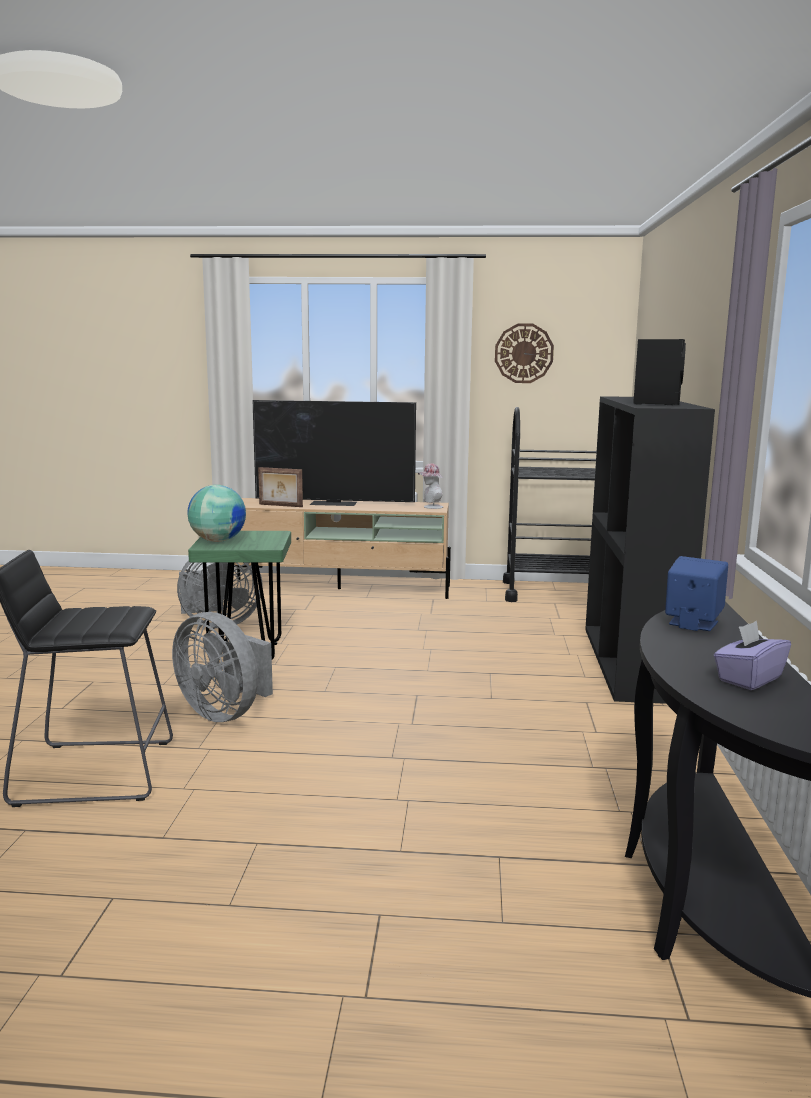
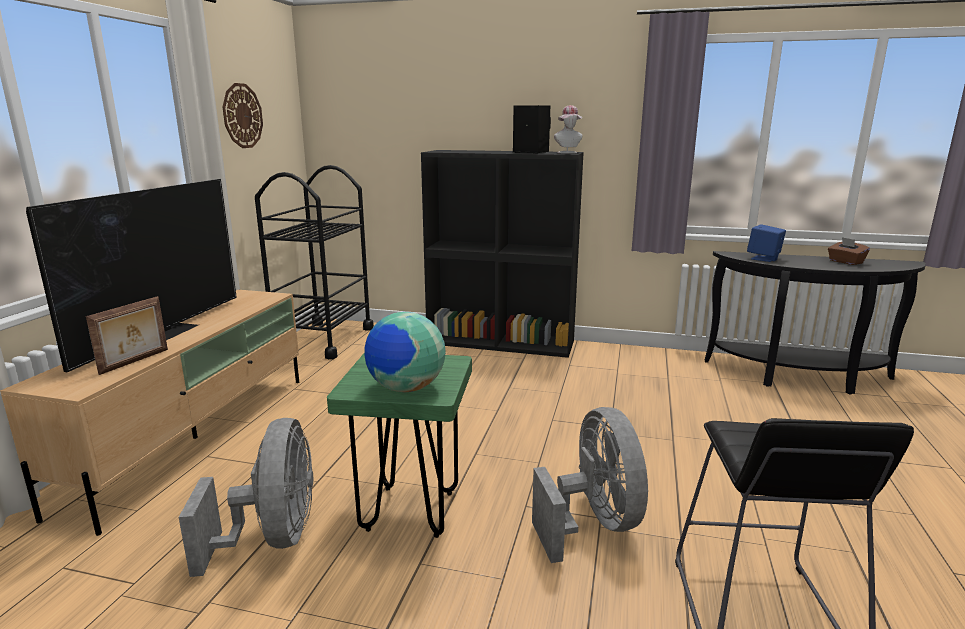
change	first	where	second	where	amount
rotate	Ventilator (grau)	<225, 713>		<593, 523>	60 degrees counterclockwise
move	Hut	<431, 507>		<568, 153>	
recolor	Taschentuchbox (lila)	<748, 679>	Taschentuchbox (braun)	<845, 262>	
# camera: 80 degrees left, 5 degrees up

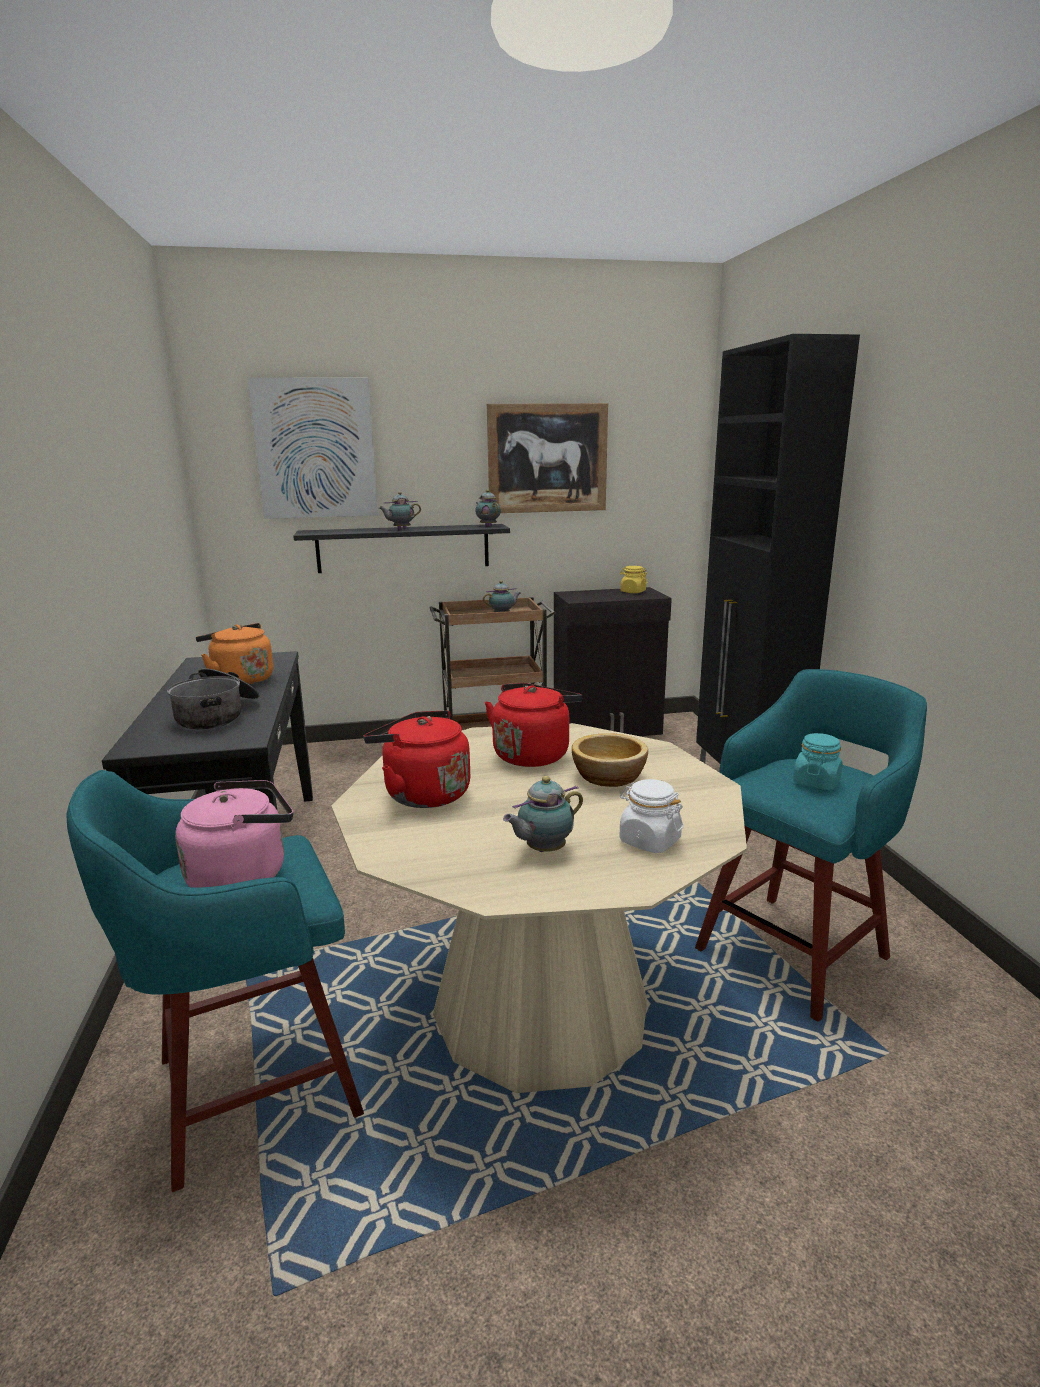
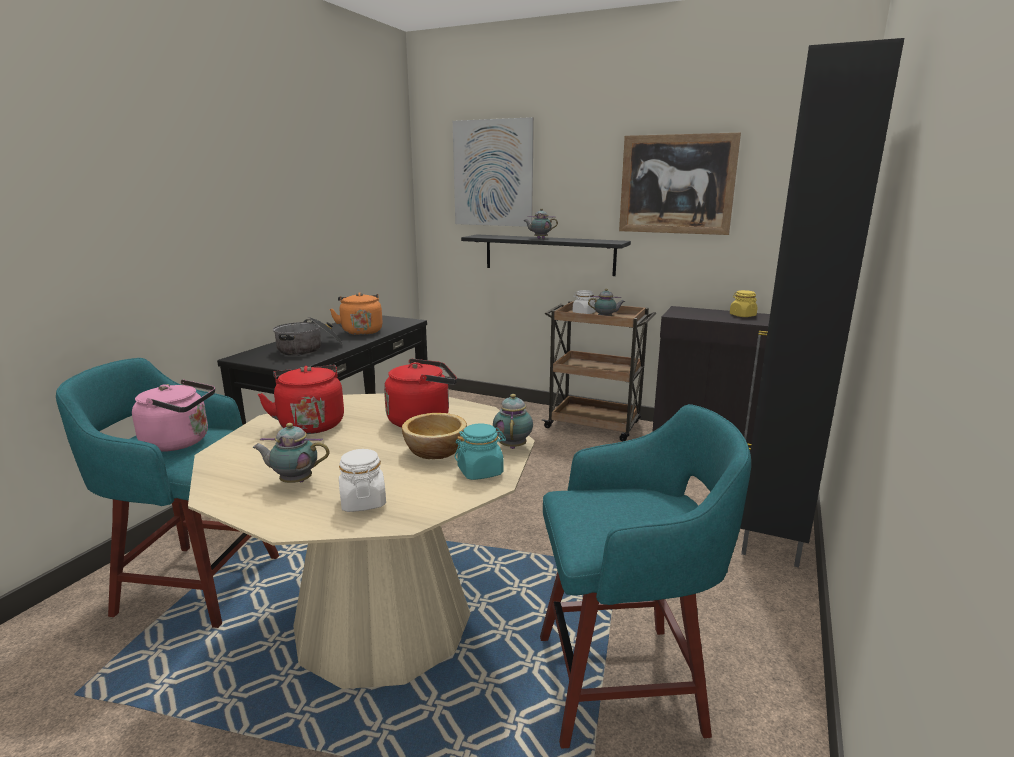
change	first	where	second	where	amount
move	Teekanne	<488, 526>		<513, 446>	
move	Vorratsglas (türkis)	<816, 782>		<480, 471>	
insert			Vorratsglas (weiß)	<583, 313>	
# camera: 35 degrees right, 0 degrees up

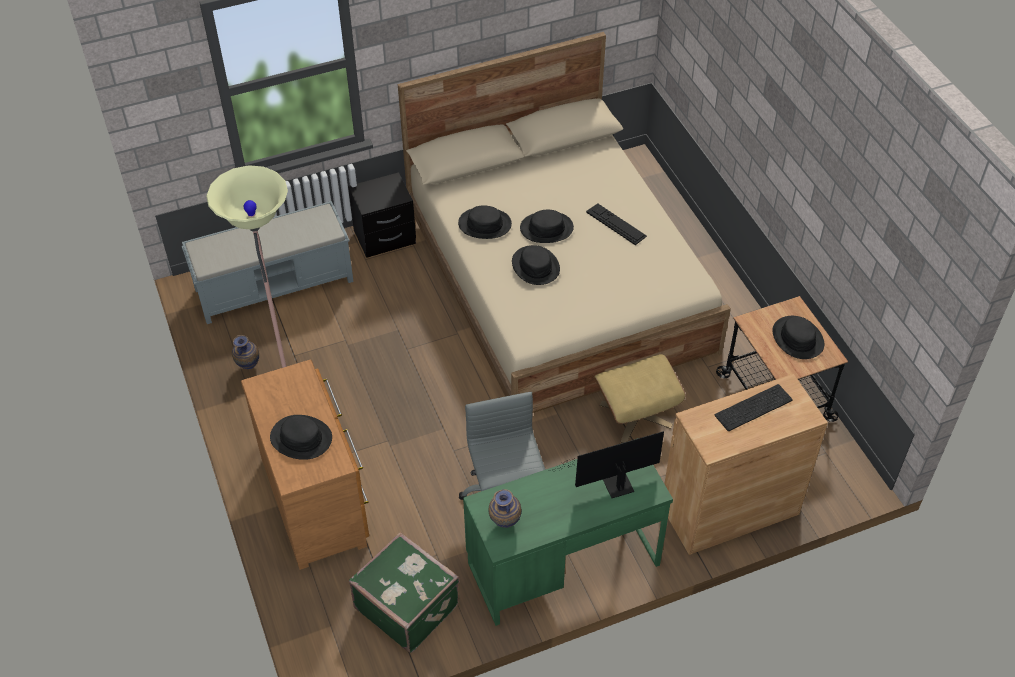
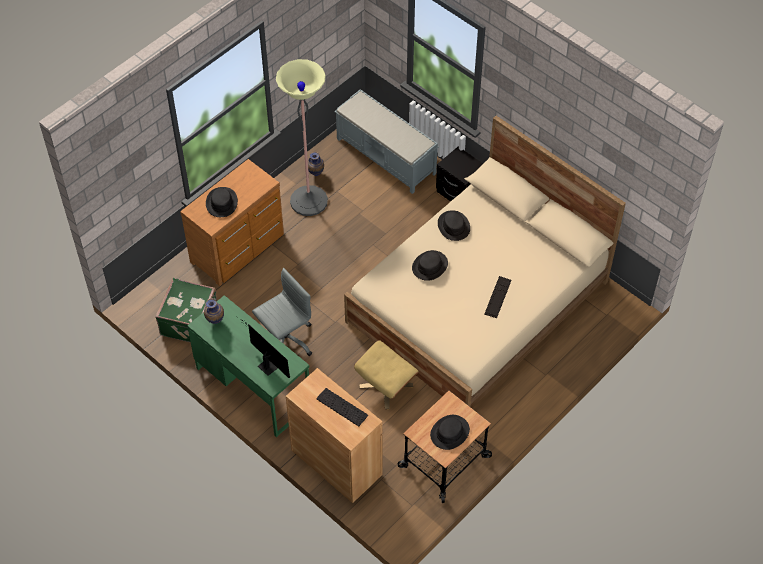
change	first	where	second	where	amount
delete	Hut (schwarz)	<546, 228>			
# camera: 65 degrees right, 5 degrees up

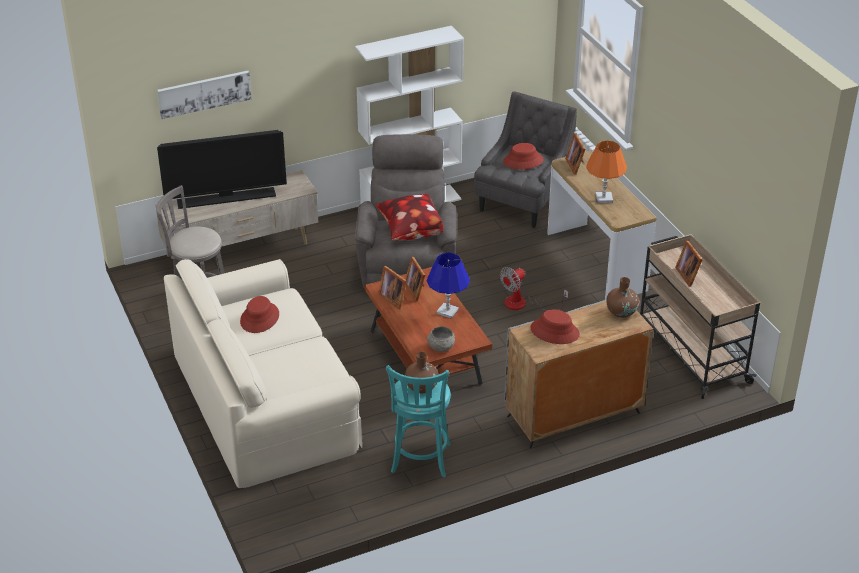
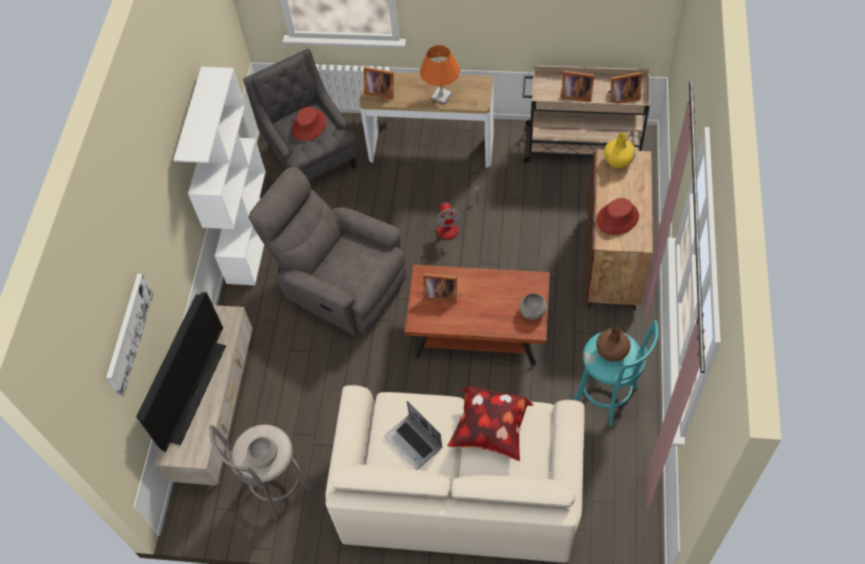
change	first	where	second	where	amount
replace	Hut (rot)	<260, 318>	Laptop	<414, 442>	
move	Kissen	<410, 232>		<491, 432>	
move	Bilderrahmen	<393, 298>		<622, 97>	
delete	Tischlampe (blau)	<447, 311>			
recolor	Schrank (grau)	<573, 415>	Schrank (braun)	<612, 260>	
recolor	Vase (braun)	<621, 312>	Vase (gelb)	<618, 161>	
insert			Schüssel (grau)	<265, 456>	
# camera: 55 degrees left, 20 degrees up

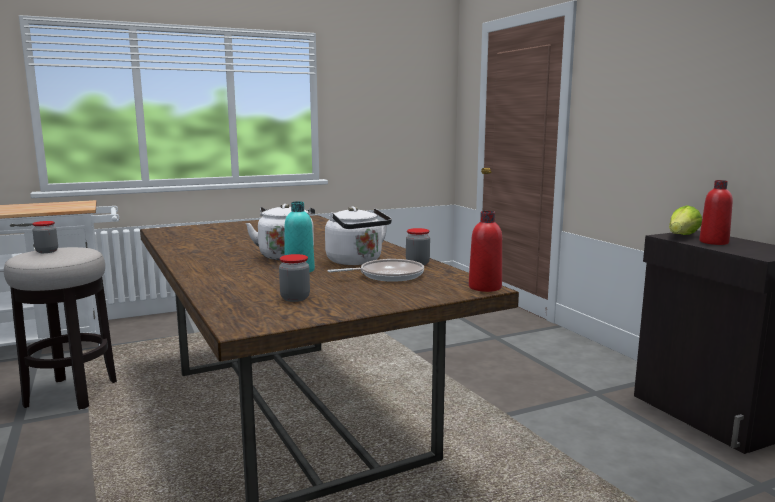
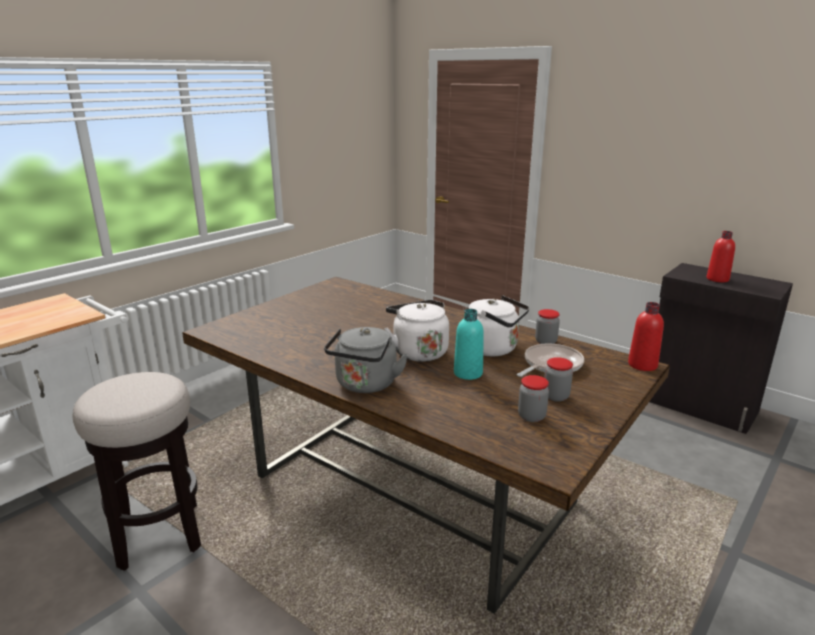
change	first	where	second	where	amount
move	Vorratsglas	<47, 251>		<556, 396>	
delete	Salatkopf	<682, 236>			
insert			Wasserkessel (grau)	<365, 385>	
# camera: 25 degrees left, 10 degrees up

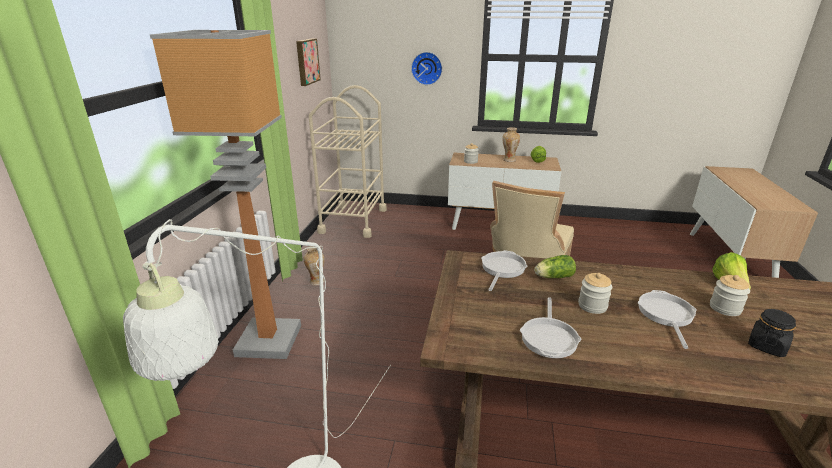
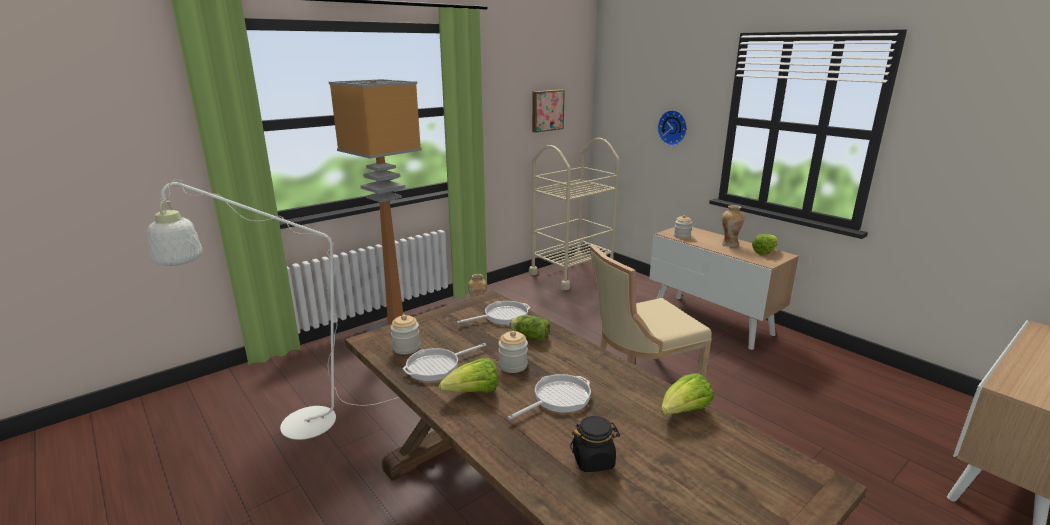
change	first	where	second	where	amount
move	Vorratsglas	<725, 308>		<406, 348>	
insert			Salatkopf	<473, 393>	
# camera: 40 degrees right, 5 degrees down

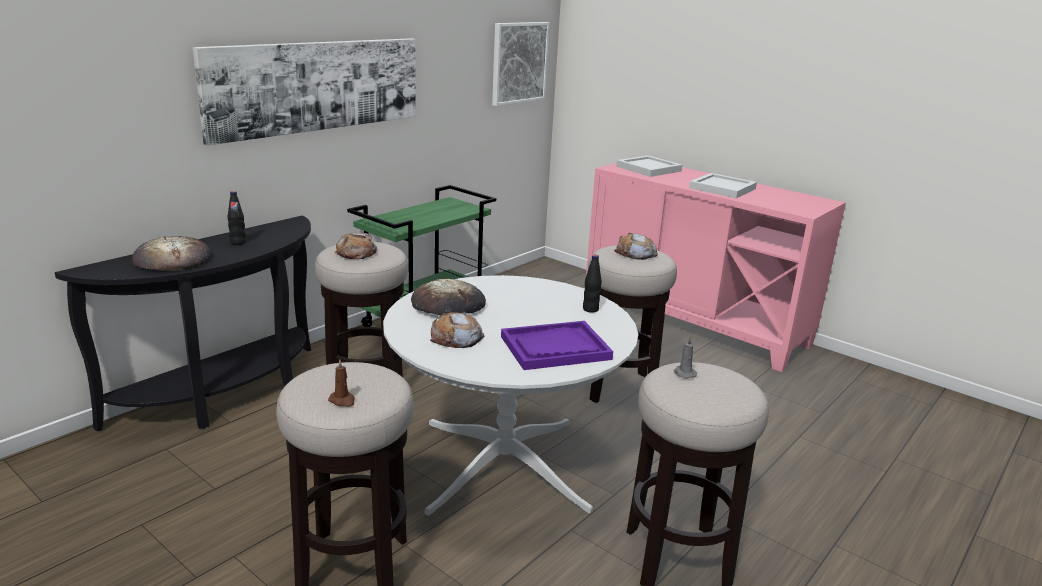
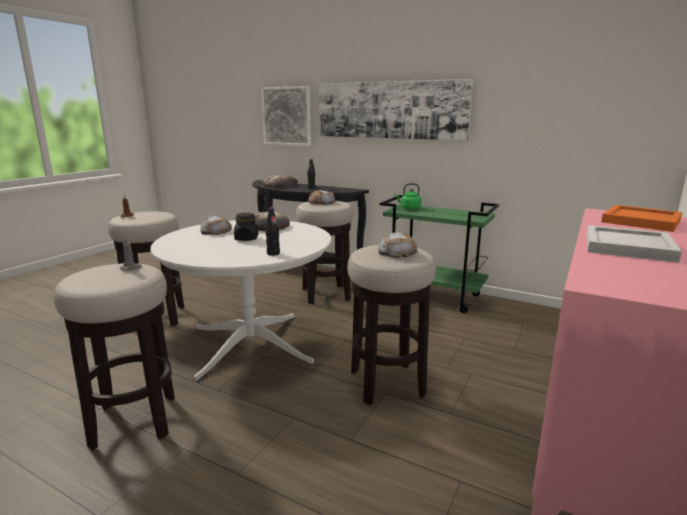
change	first	where	second	where	amount
move	Bild	<519, 63>		<287, 116>	
delete	Tablett (lila)	<555, 348>			
recolor	Tablett (weiß)	<648, 168>	Tablett (orange)	<642, 221>	
insert			Vorratsglas (schwarz)	<246, 239>	
insert			Wasserkessel (grün)	<409, 208>	
# camera: 80 degrees right, 5 degrees down

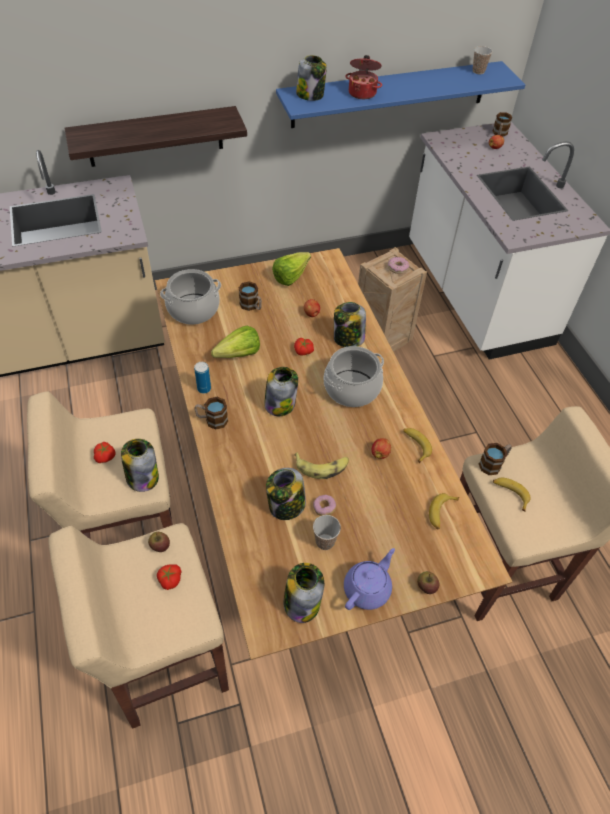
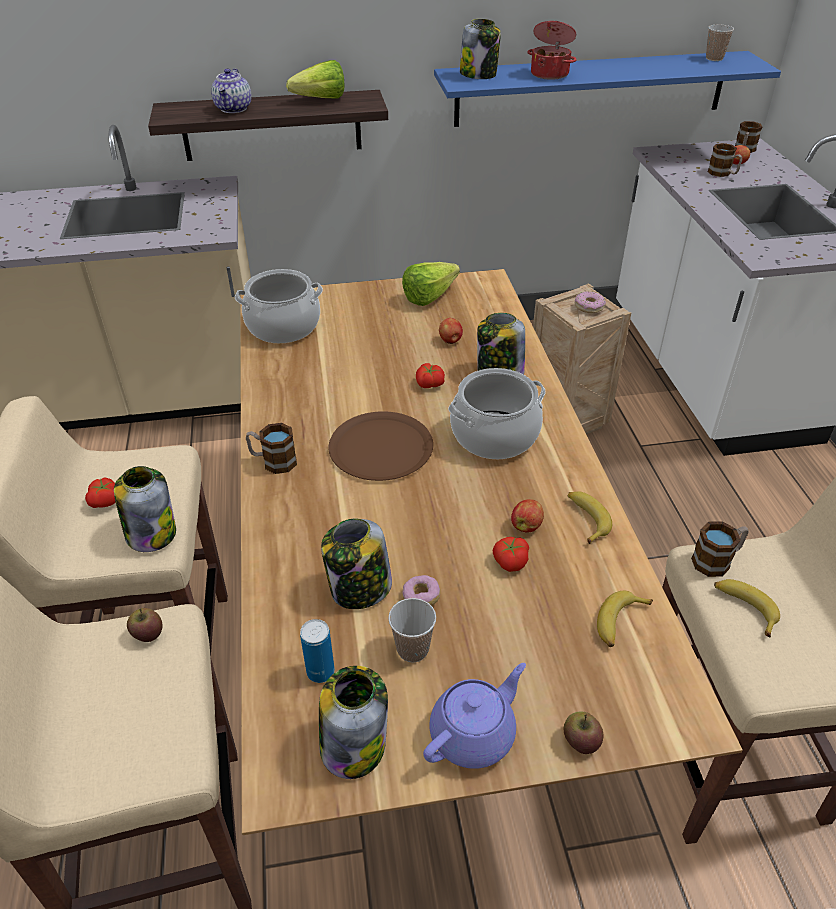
change	first	where	second	where	amount
move	Tomate	<169, 579>		<509, 561>	
move	Dose	<204, 389>		<320, 672>	
move	Salatkopf	<235, 355>		<316, 100>	
move	Henkelbecher	<252, 306>		<723, 174>	
replace	Vorratsglas	<280, 404>	Teller (braun)	<381, 447>	
delete	Banane	<322, 467>			
insert			Teekanne	<234, 109>	
# camera: 10 degrees right, 10 degrees down

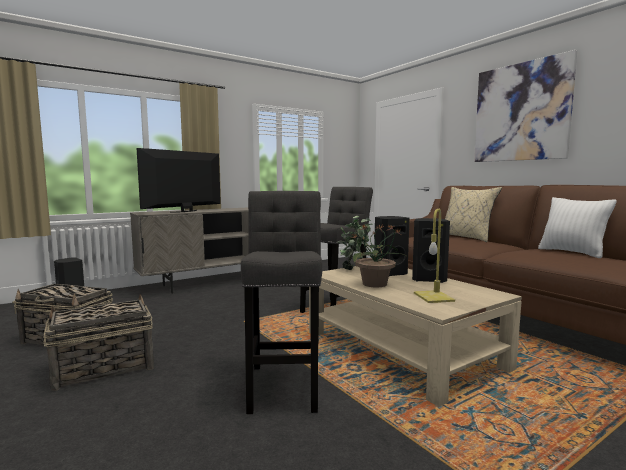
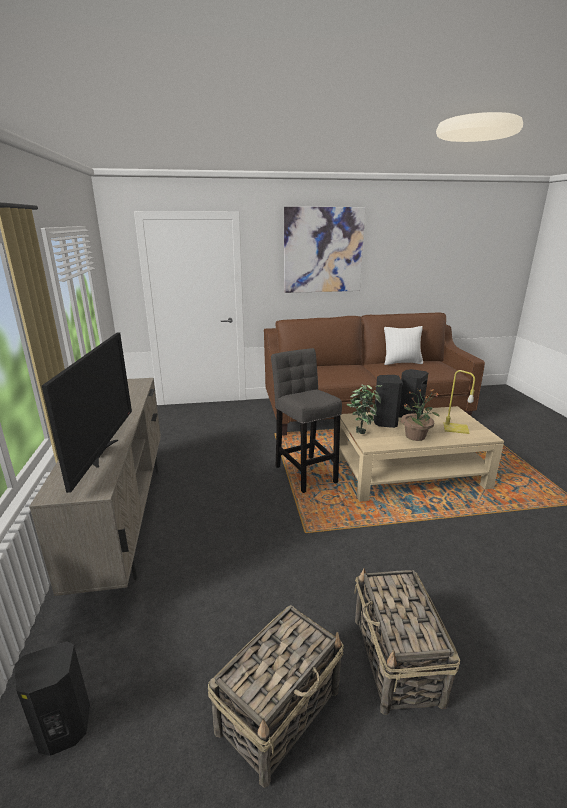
change	first	where	second	where	amount
rotate	Fernseher	<185, 211>		<103, 453>	150 degrees counterclockwise
delete	Hocker (grau)	<285, 384>			
delete	Kissen (beige)	<466, 237>			
# camera: 65 degrees left, 15 degrees up

